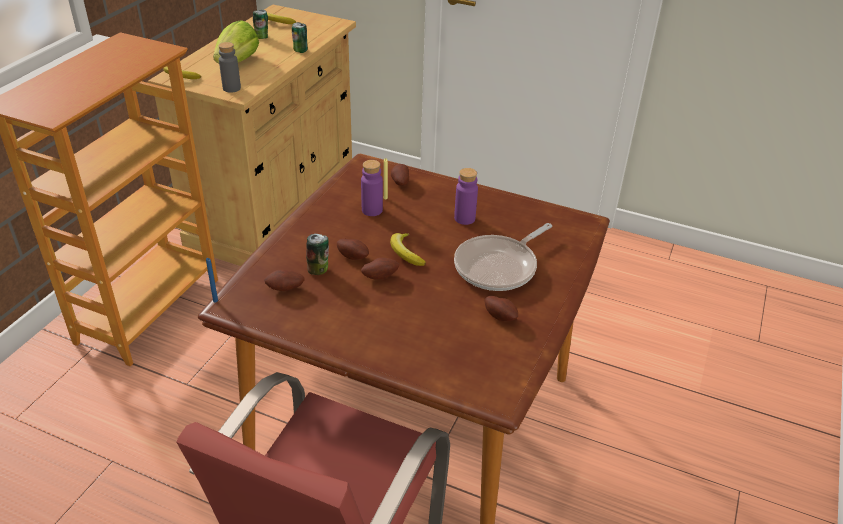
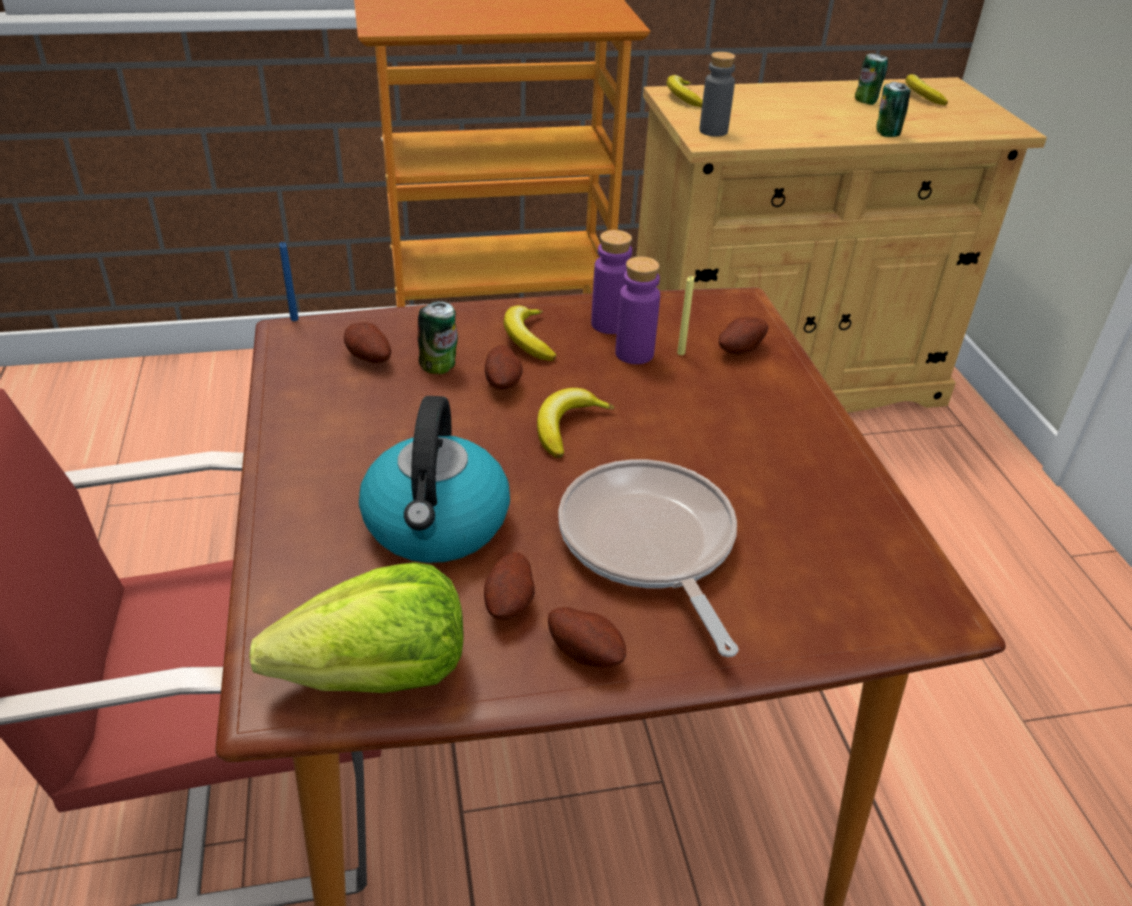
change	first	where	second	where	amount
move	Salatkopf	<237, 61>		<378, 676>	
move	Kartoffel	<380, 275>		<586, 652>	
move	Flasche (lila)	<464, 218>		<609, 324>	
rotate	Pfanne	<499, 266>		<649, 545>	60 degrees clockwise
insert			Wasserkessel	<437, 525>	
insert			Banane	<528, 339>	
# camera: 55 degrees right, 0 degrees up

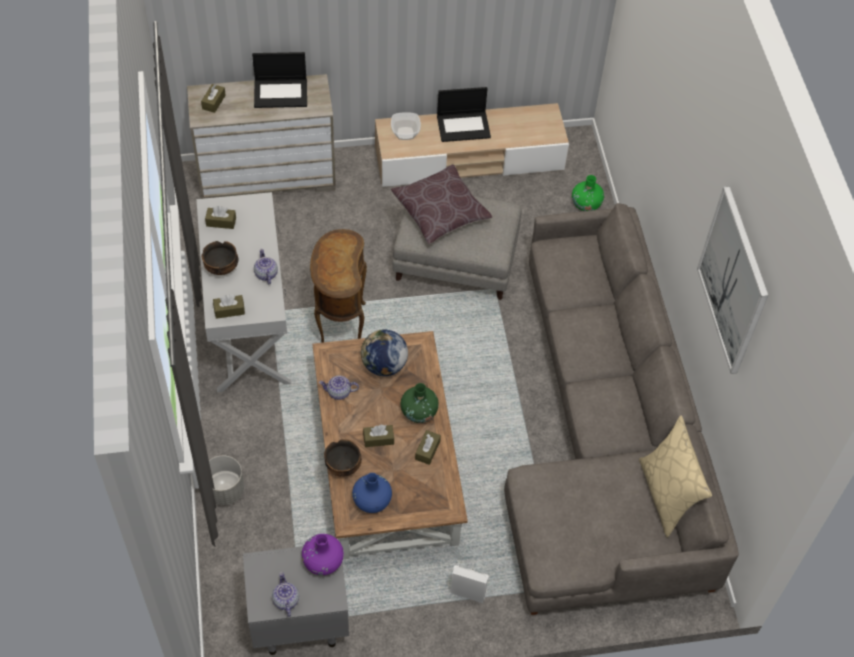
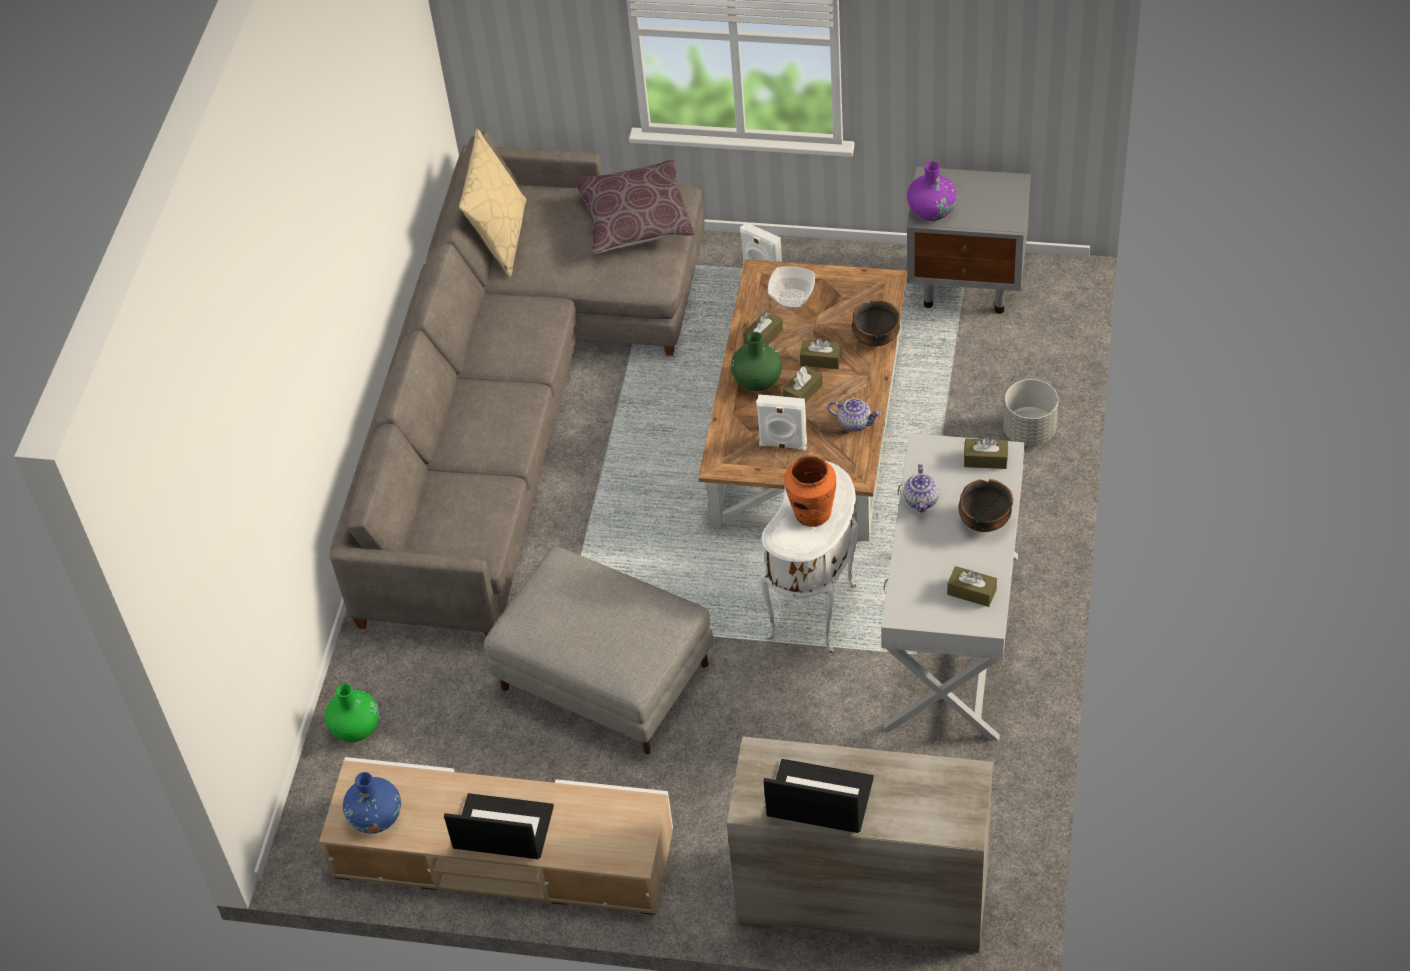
change	first	where	second	where	amount
move	Taschentuchbox (braun)	<214, 102>		<802, 392>	
delete	Teekanne	<285, 600>			
recolor	Beistelltisch (braun)	<340, 326>	Beistelltisch (weiß)	<816, 611>	
move	Vase (blau)	<372, 501>		<376, 817>	
replace	Globus	<384, 365>	Lautsprecher (weiß)	<783, 444>	
move	Schüssel	<405, 134>		<793, 298>	
move	Kissen (braun)	<440, 212>		<636, 220>	
delete	Bild	<733, 280>			
insert			Vase (orange)	<812, 513>	
# camera: 155 degrees left, 5 degrees down

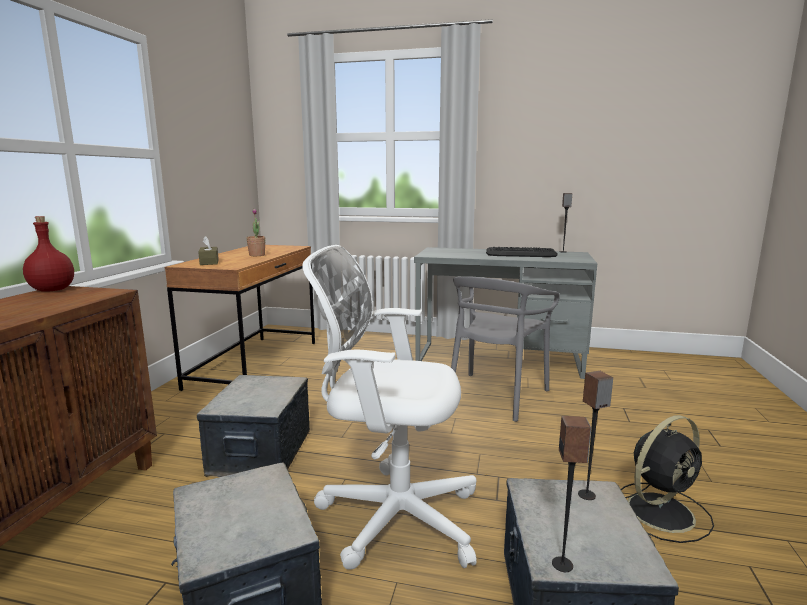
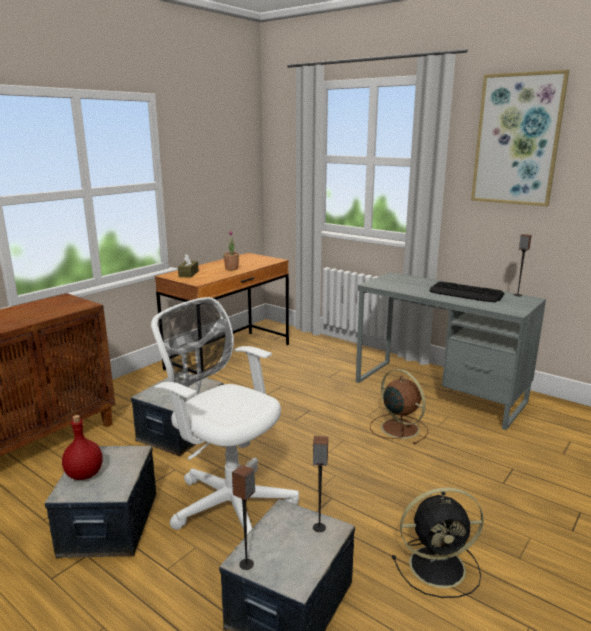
change	first	where	second	where	amount
move	Flasche (rot)	<52, 290>		<85, 474>	
replace	Stuhl (grau)	<495, 396>	Ventilator (braun)	<398, 428>	
insert			Bild	<517, 140>	
# camera: 25 degrees right, 5 degrees up

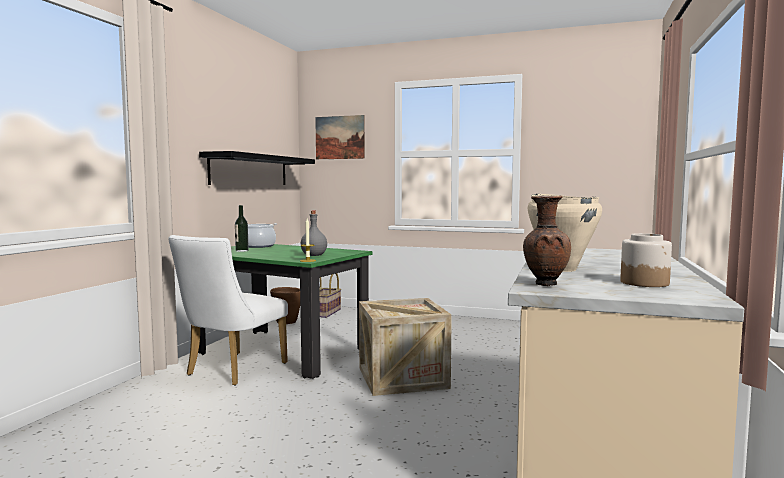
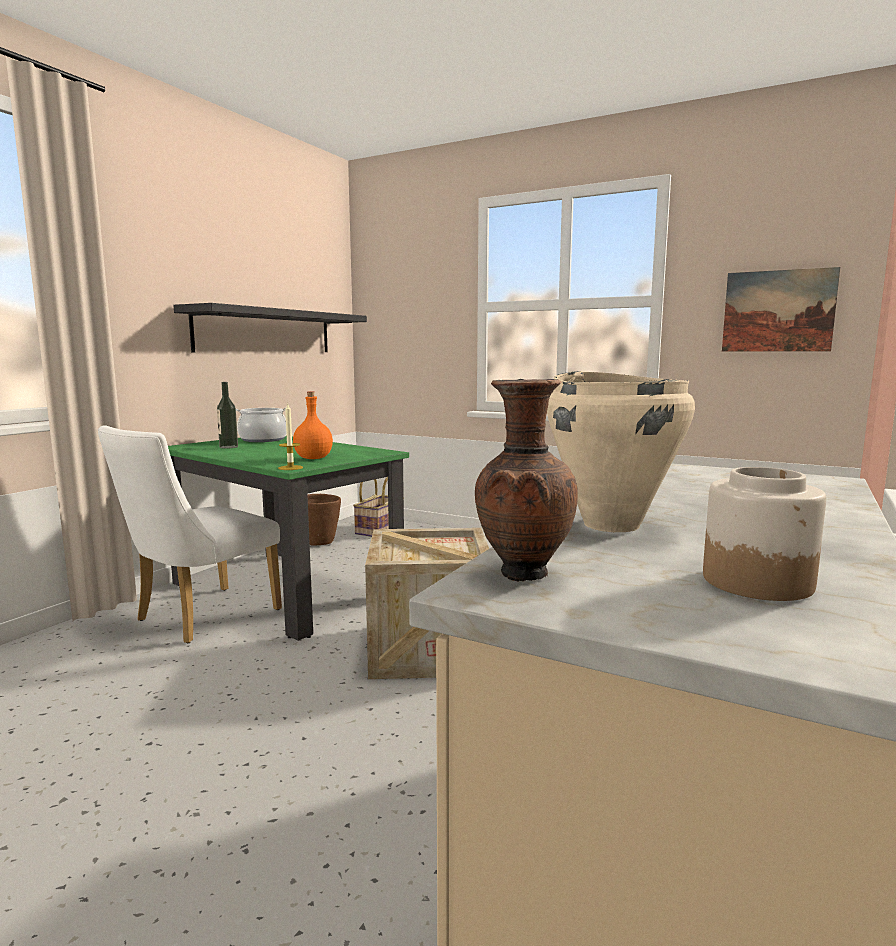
change	first	where	second	where	amount
recolor	Flasche (grau)	<313, 255>	Flasche (orange)	<312, 458>	
move	Bild	<340, 137>		<778, 311>	
# camera: 10 degrees right, 5 degrees up

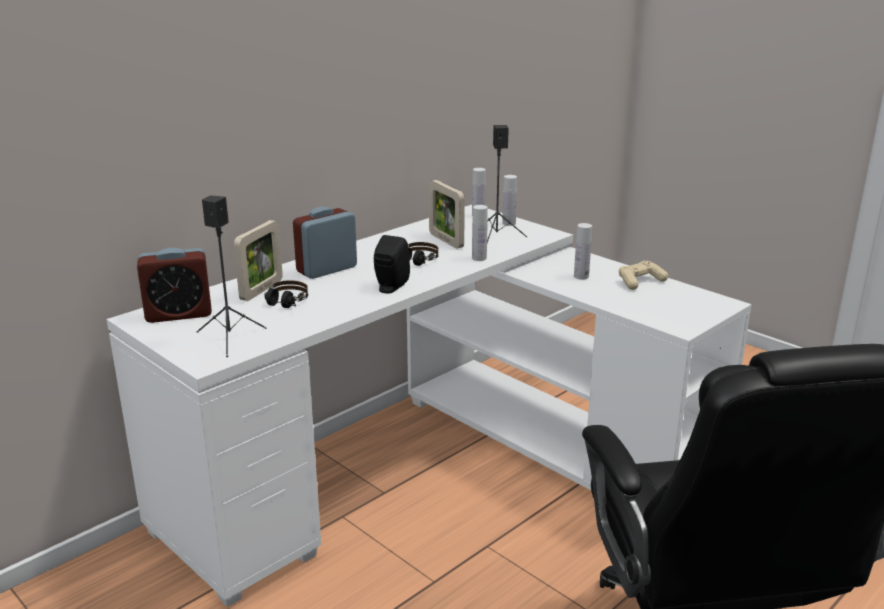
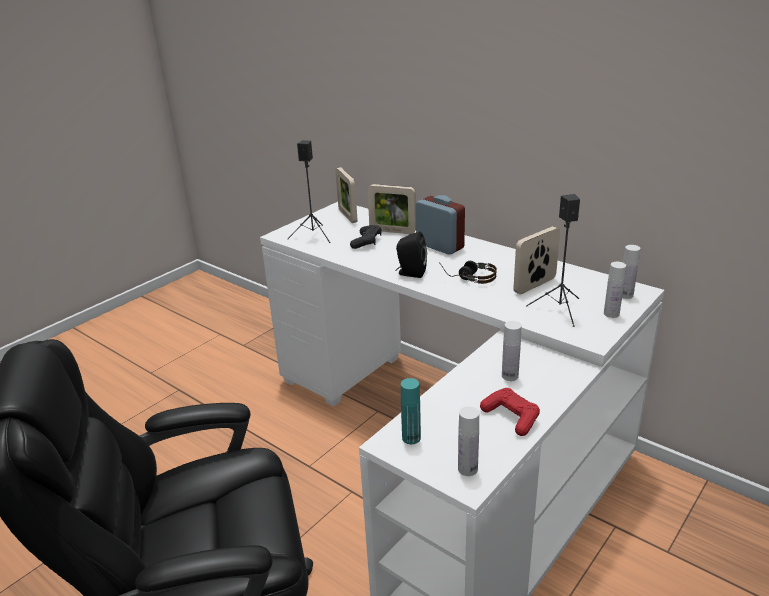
change	first	where	second	where	amount
replace	Wecker	<179, 314>	Bilderrahmen	<347, 216>	
replace	Kopfhörer	<283, 306>	Gamepad (schwarz)	<366, 242>	
move	Flasche (weiß)	<479, 258>		<467, 469>	
recolor	Gamepad (beige)	<640, 282>	Gamepad (rot)	<511, 417>	
insert			Flasche (türkis)	<411, 438>	
# camera: 85 degrees right, 5 degrees up

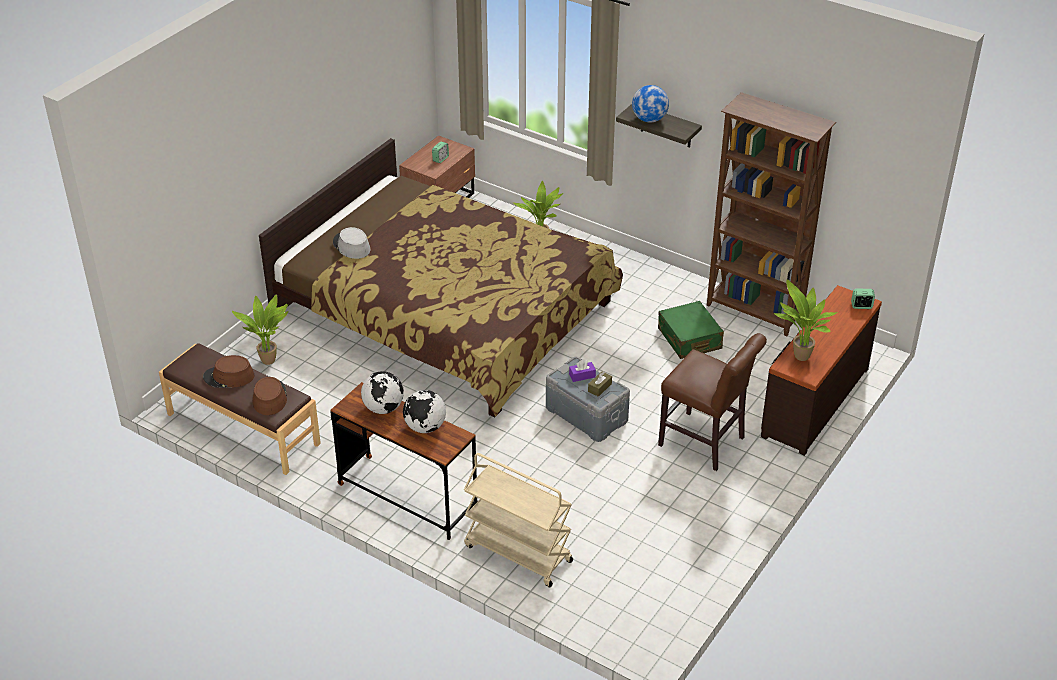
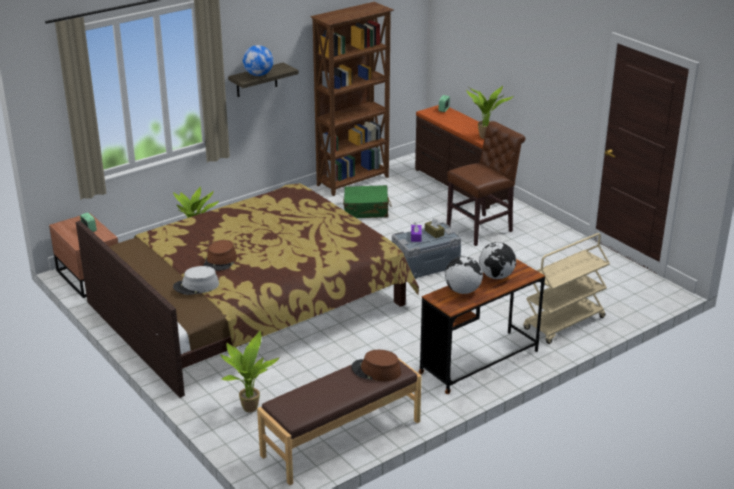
change	first	where	second	where	amount
move	Hut (braun)	<229, 377>		<220, 261>	
# camera: 70 degrees left, 10 degrees down

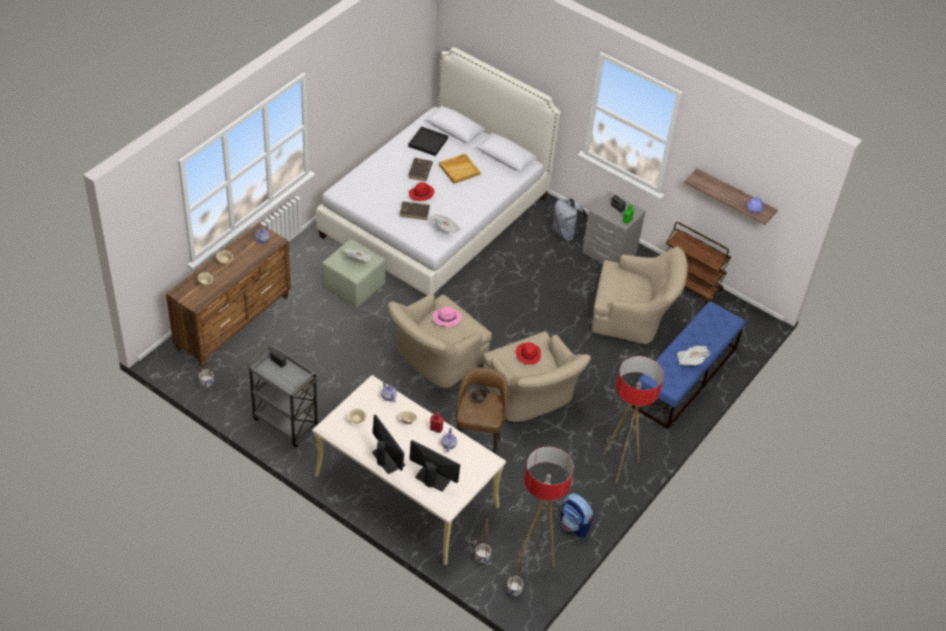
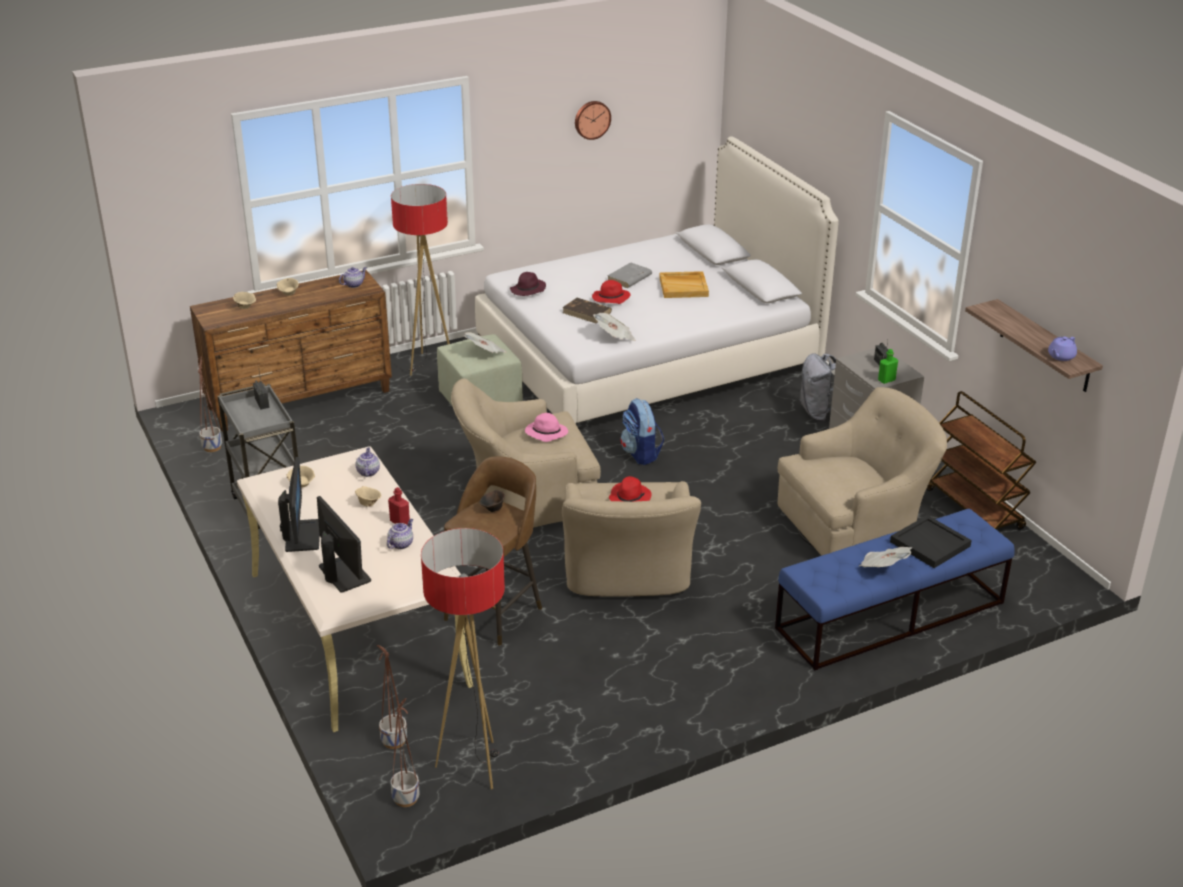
change	first	where	second	where	amount
move	Tablett (schwarz)	<428, 142>		<931, 544>	
recolor	Buch (braun)	<420, 171>	Buch (grau)	<629, 278>	
move	Rucksack	<575, 525>		<641, 454>	
rotate	Sessel (beige)	<633, 317>		<856, 525>	60 degrees counterclockwise
move	Stehlampe	<619, 466>		<428, 365>	
insert			Hut (lila)	<528, 290>	
insert			Wanduhr	<592, 119>	
# camera: 30 degrees right, 15 degrees down

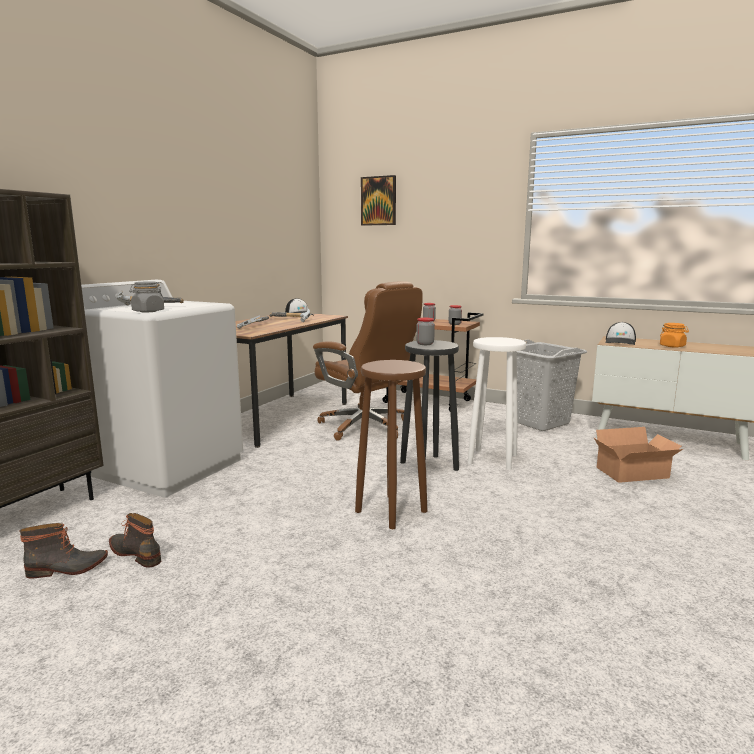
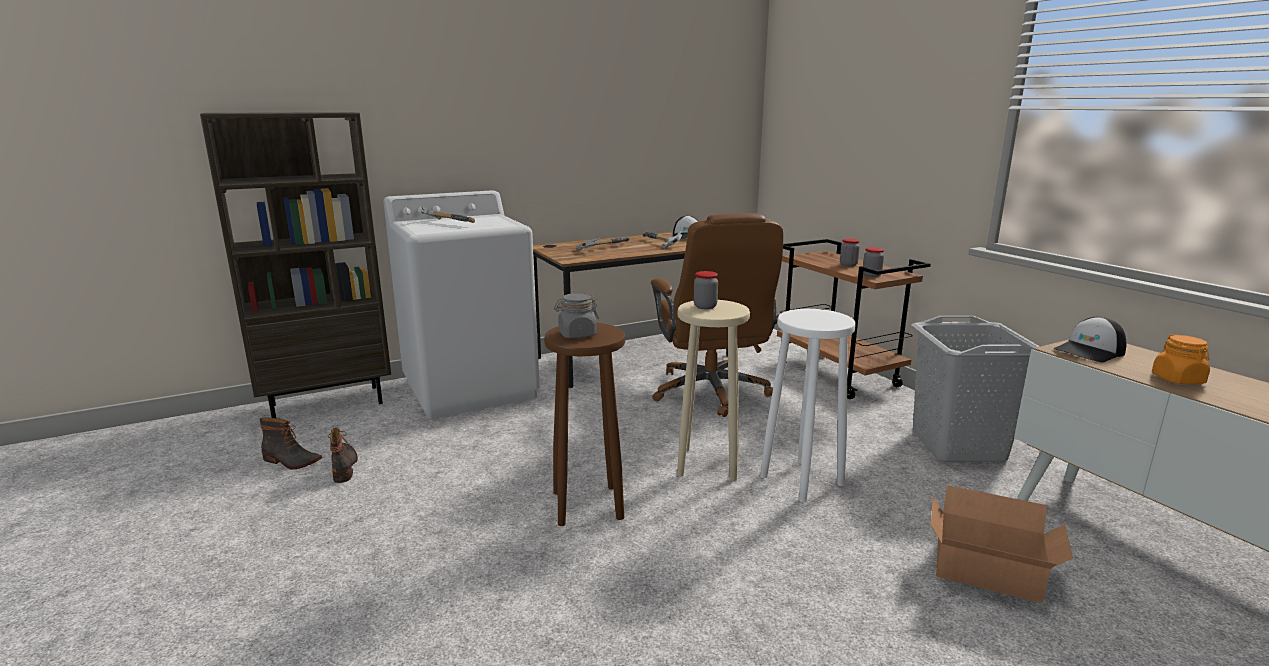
change	first	where	second	where	amount
move	Vorratsglas (grau)	<148, 311>		<577, 334>	
delete	Bild	<378, 201>			
recolor	Hocker (schwarz)	<429, 466>	Hocker (beige)	<708, 464>	
# camera: 35 degrees right, 5 degrees up

